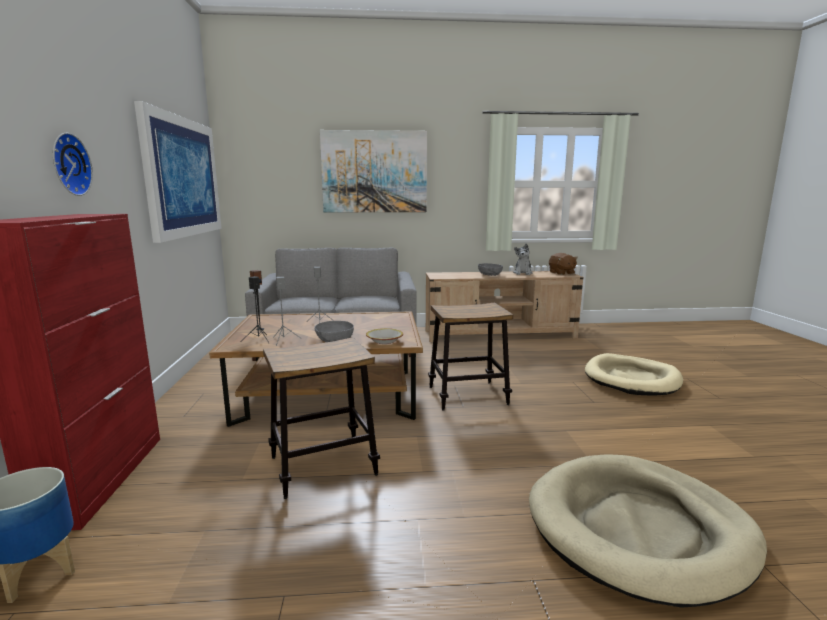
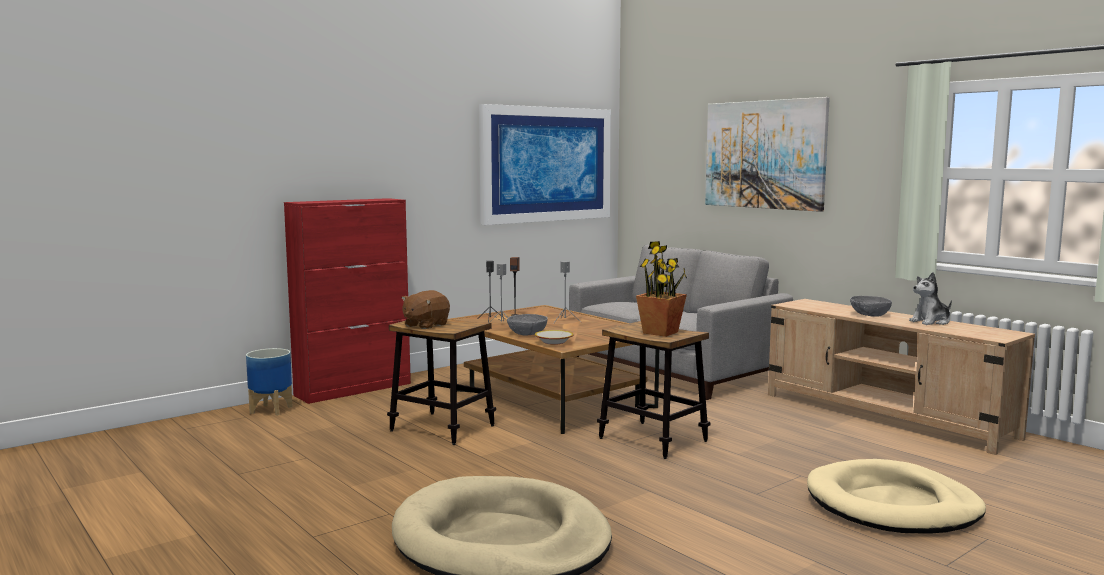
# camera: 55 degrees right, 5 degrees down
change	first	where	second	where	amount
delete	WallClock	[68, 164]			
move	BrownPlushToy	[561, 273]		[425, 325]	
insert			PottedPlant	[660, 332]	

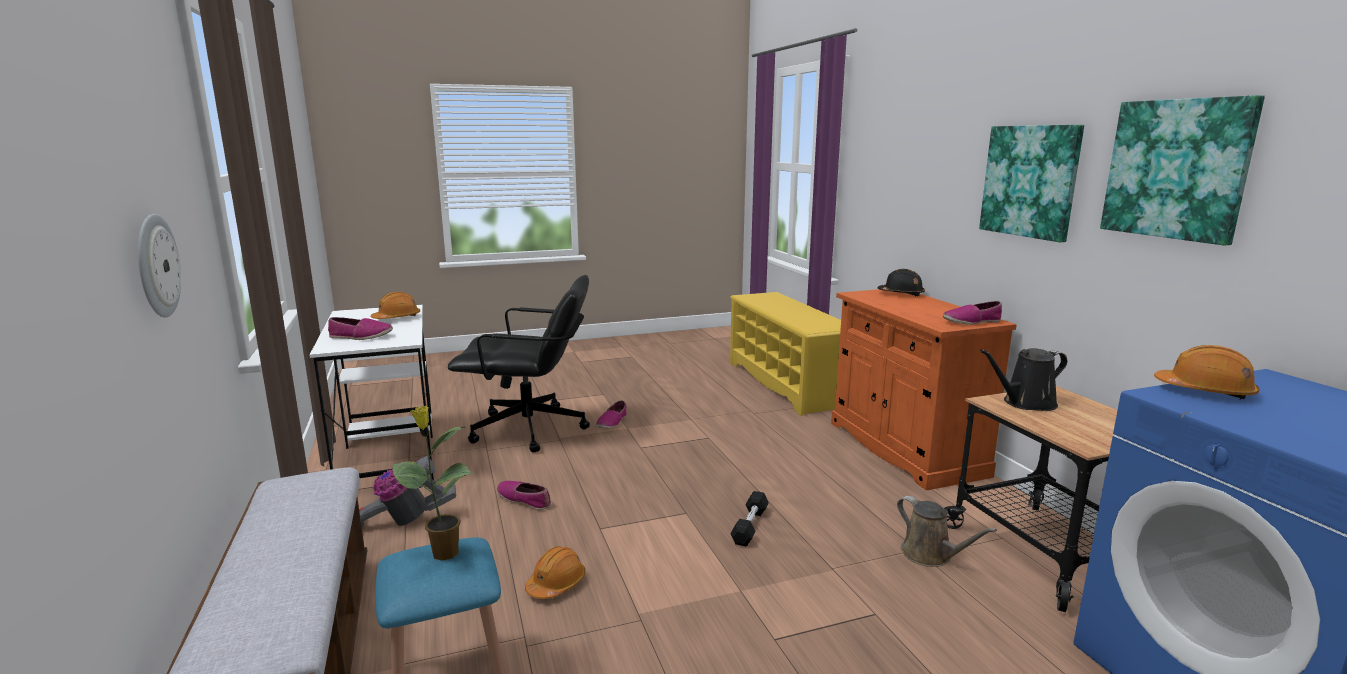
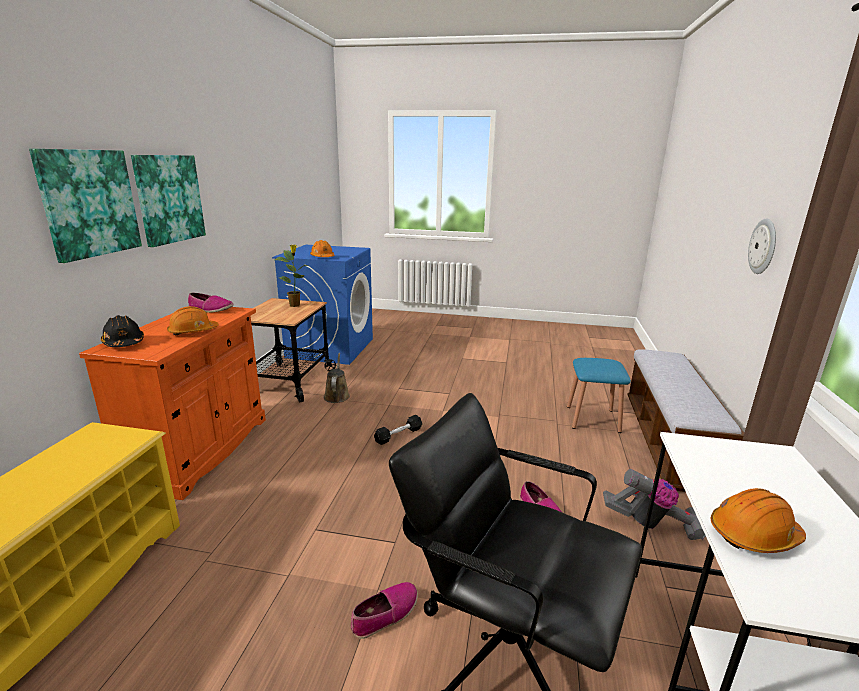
# camera: 150 degrees left, 5 degrees up
change	first	where	second	where	amount
delete	Shoe	[361, 336]			
move	PottedPlant	[443, 553]		[295, 305]	
move	OrangeHardHat	[556, 584]		[193, 332]	
delete	BlackWateringCan	[1025, 403]			
move	Picture	[1177, 169]		[89, 203]	

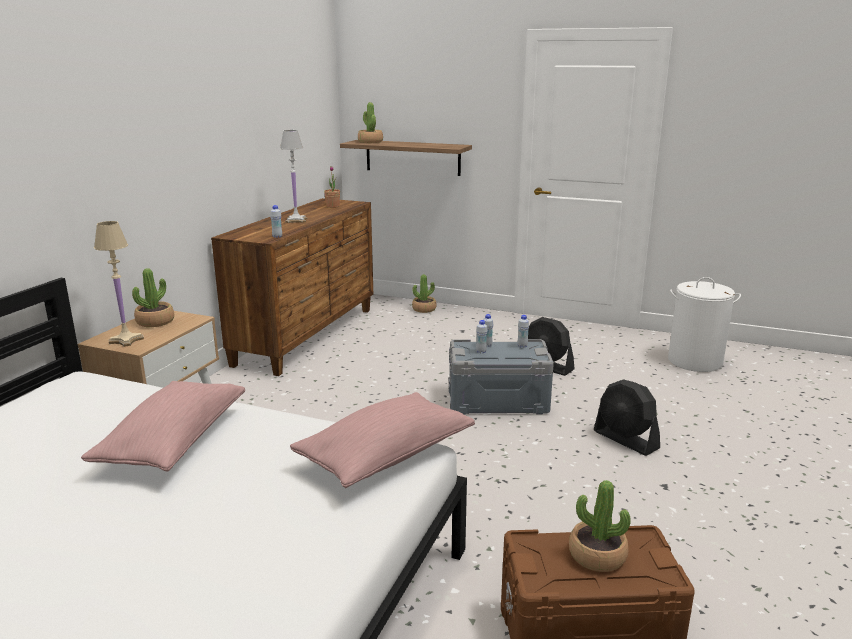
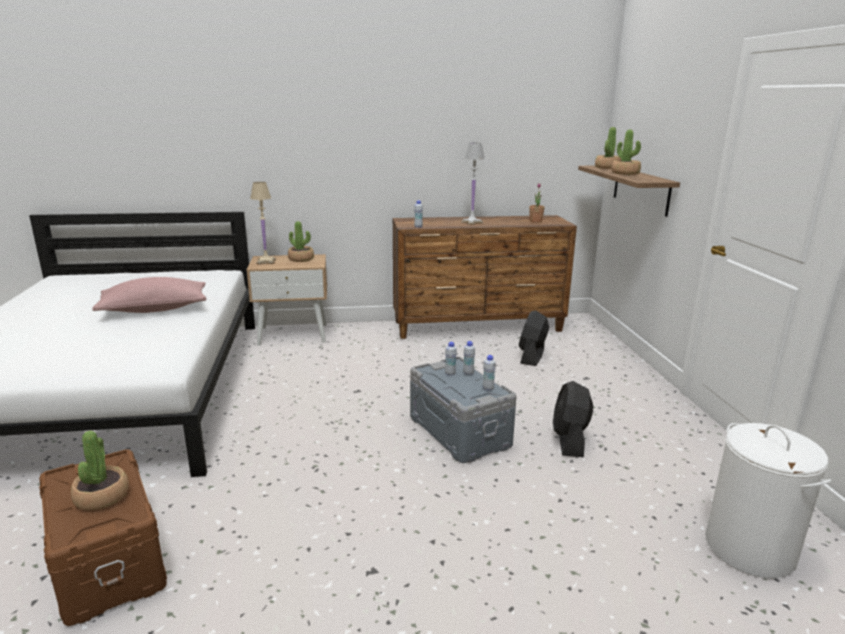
# camera: 60 degrees right, 0 degrees up
change	first	where	second	where	amount
delete	PinkPillow	[385, 456]			
move	PottedPlant	[424, 309]		[625, 173]	
move	BlackFan	[626, 440]		[532, 356]	

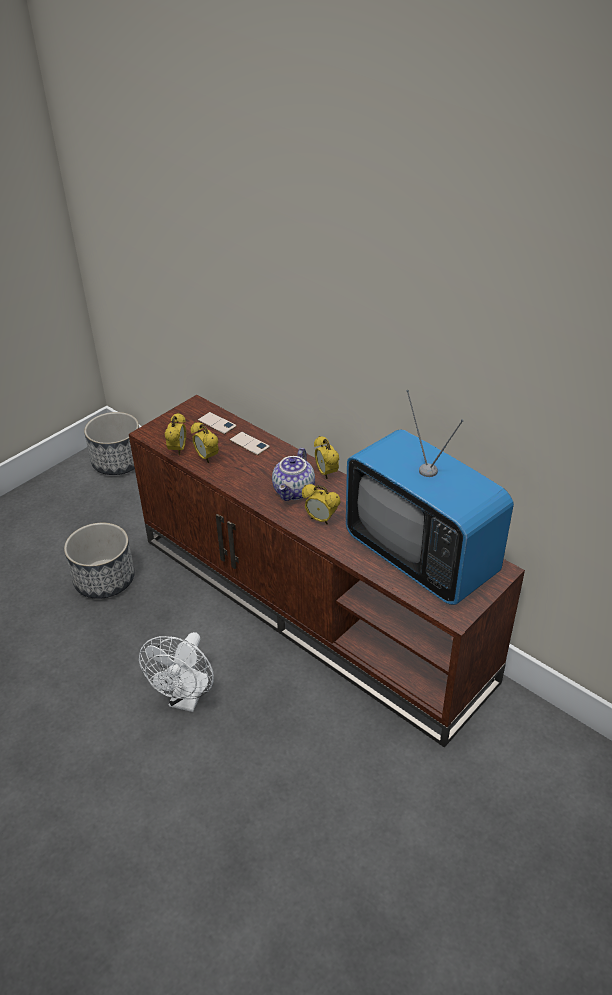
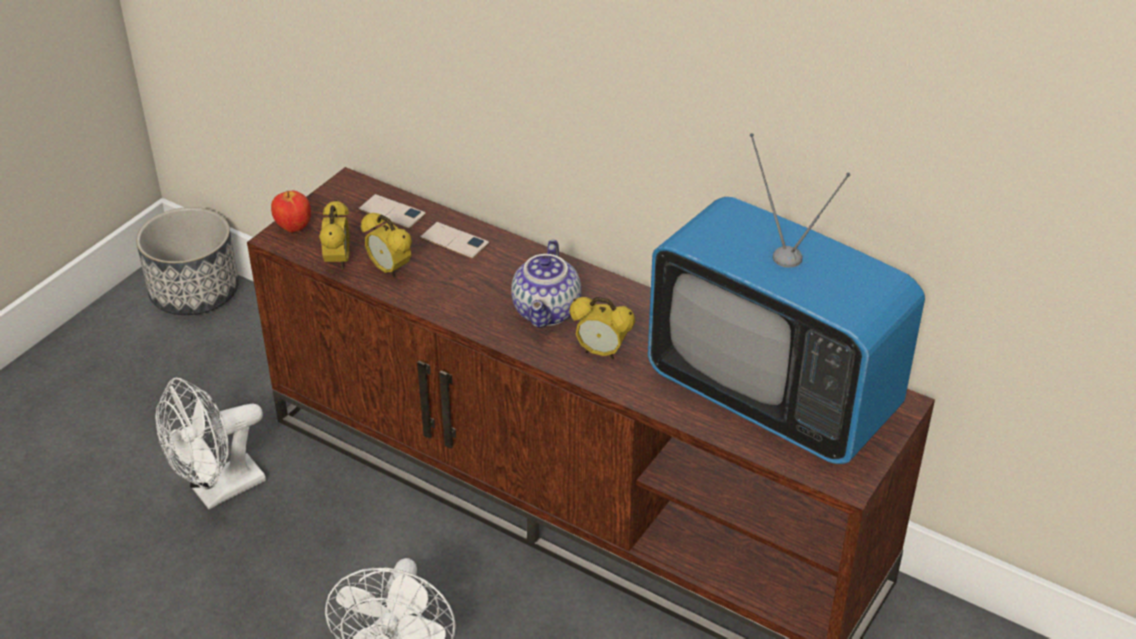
# camera: 10 degrees left, 0 degrees up
change	first	where	second	where	amount
replace	Planter	[105, 579]	WhiteFan	[218, 491]	
delete	AlarmClock	[326, 473]			
insert			Apple	[293, 228]	

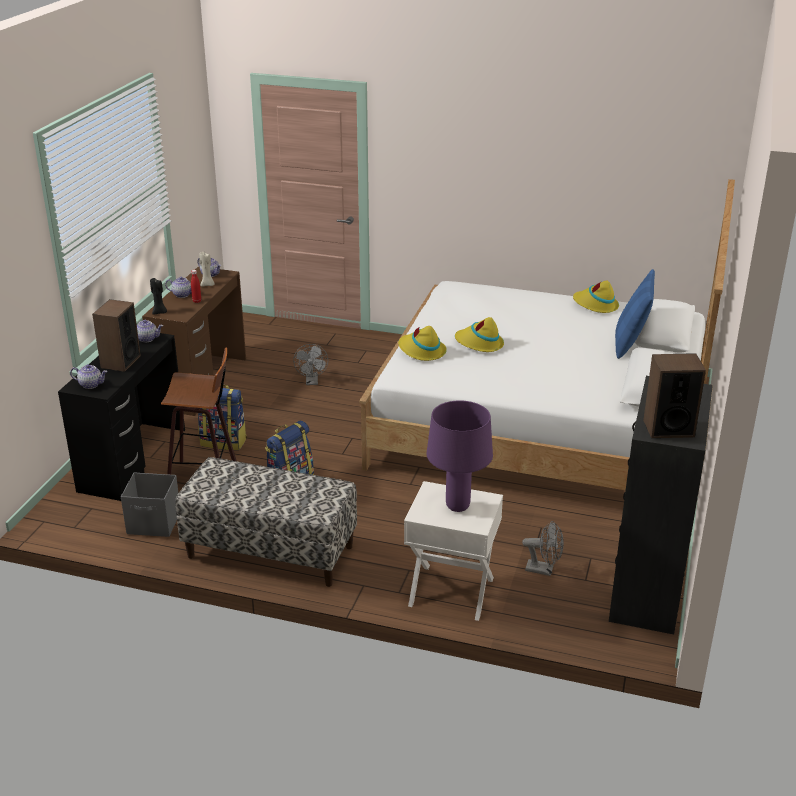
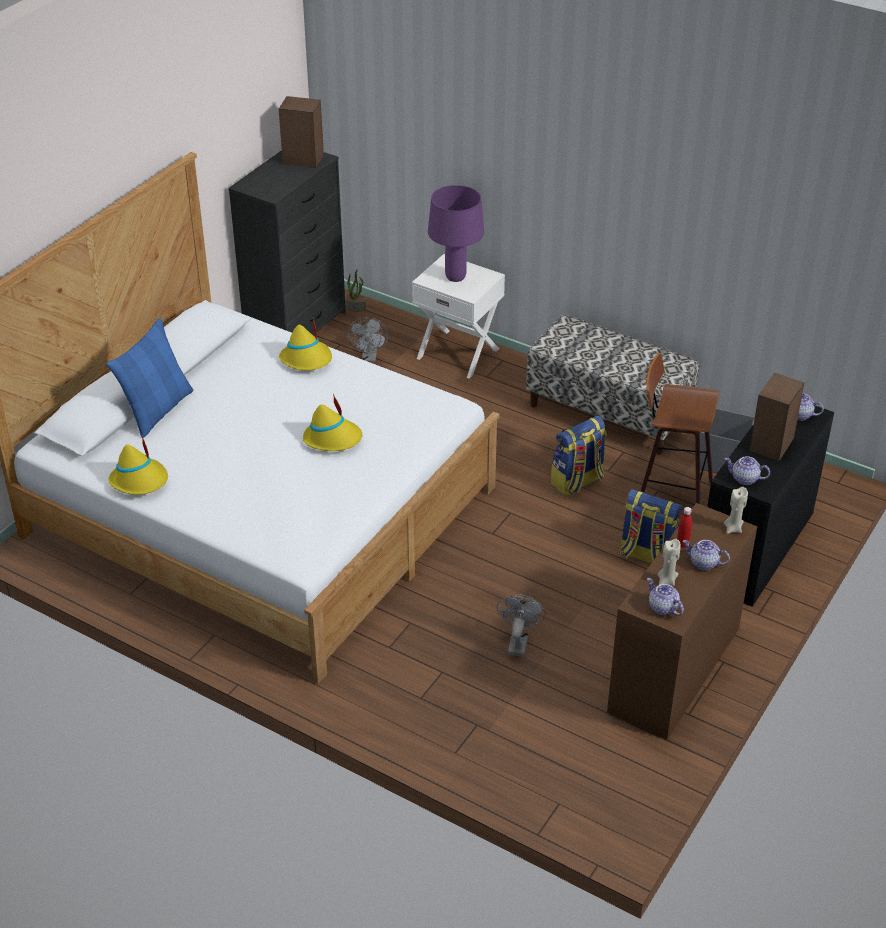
# camera: 165 degrees left, 10 degrees up
change	first	where	second	where	amount
recolor	BlackCandle	[160, 312]	BeigeCandle	[733, 528]	
move	YellowHat	[421, 351]		[307, 359]	
rotate	GreyFan	[544, 570]		[369, 357]	120 degrees counterclockwise
insert			PottedPlant	[355, 307]	

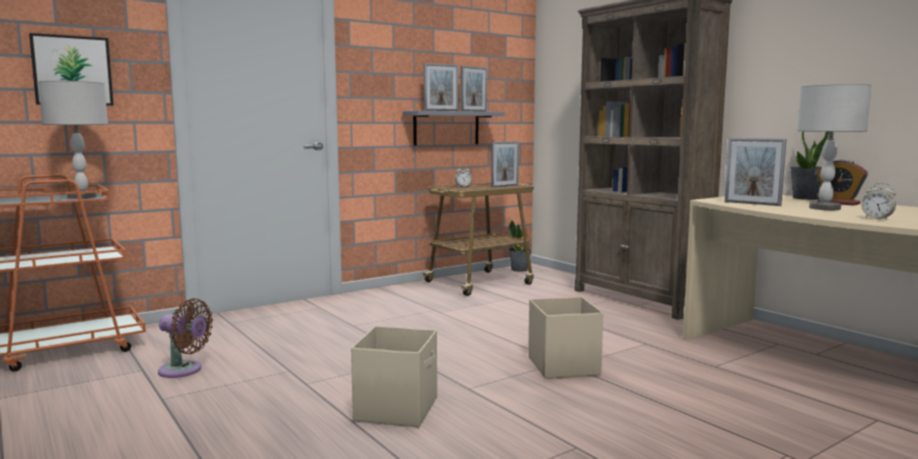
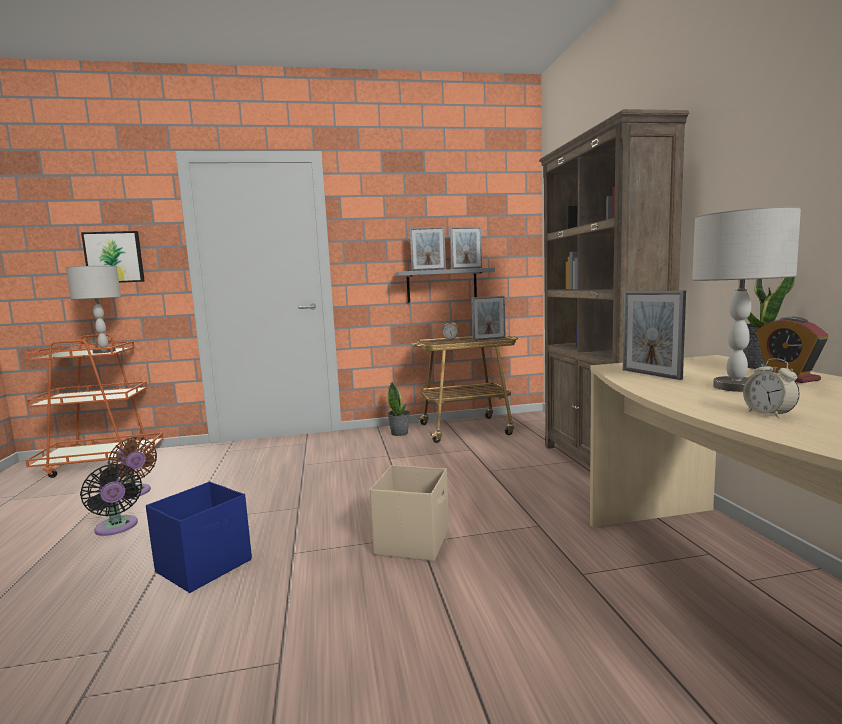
# camera: 25 degrees right, 0 degrees up
change	first	where	second	where	amount
recolor	BeigeStorageBox	[397, 409]	BlueStorageBox	[205, 566]	
move	PottedPlant	[519, 270]		[399, 433]	
insert			BlackFan	[117, 528]	

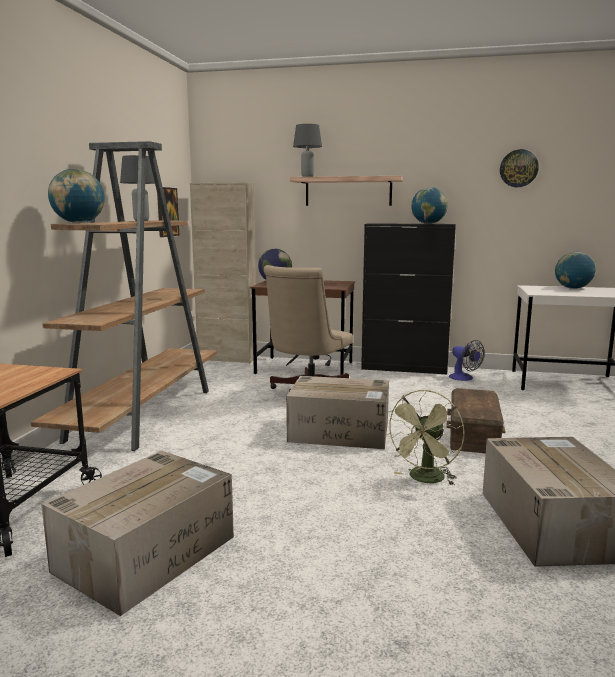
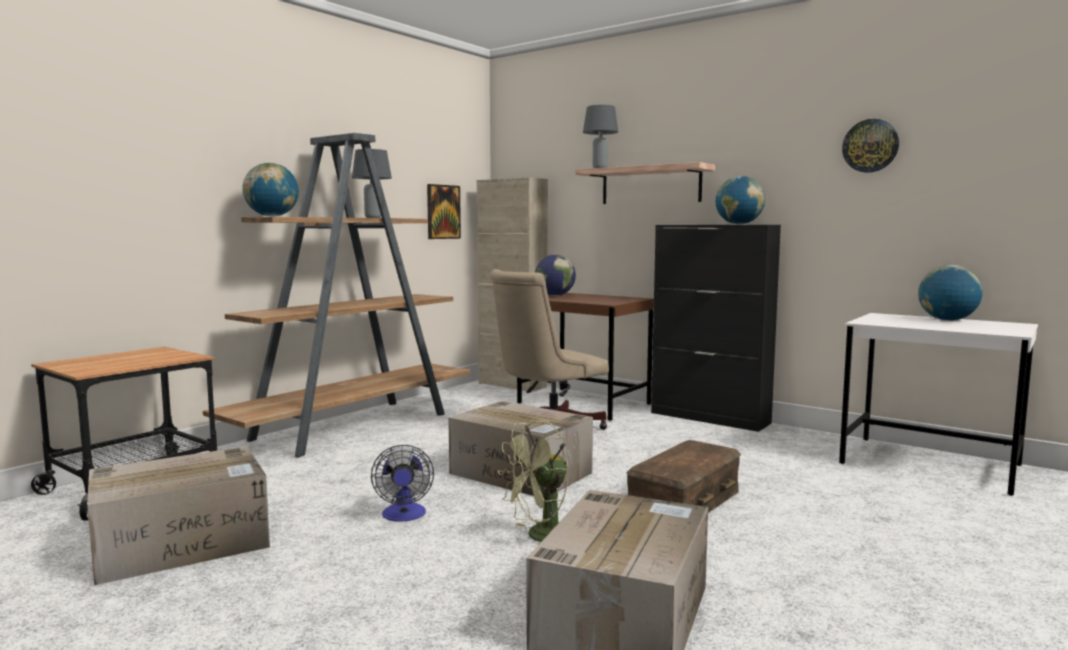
# camera: 25 degrees right, 5 degrees down
change	first	where	second	where	amount
move	Fan	[464, 378]		[404, 516]	

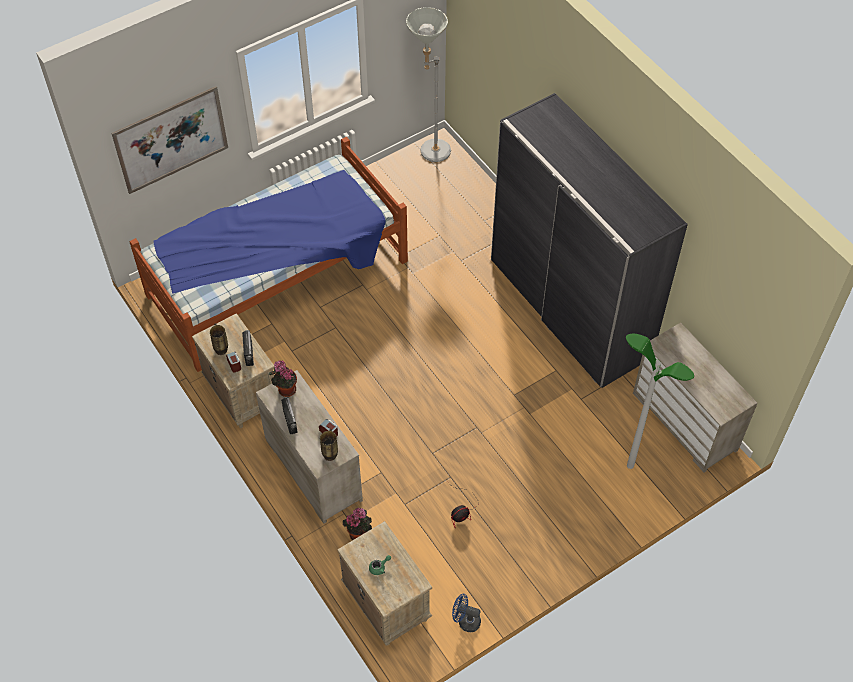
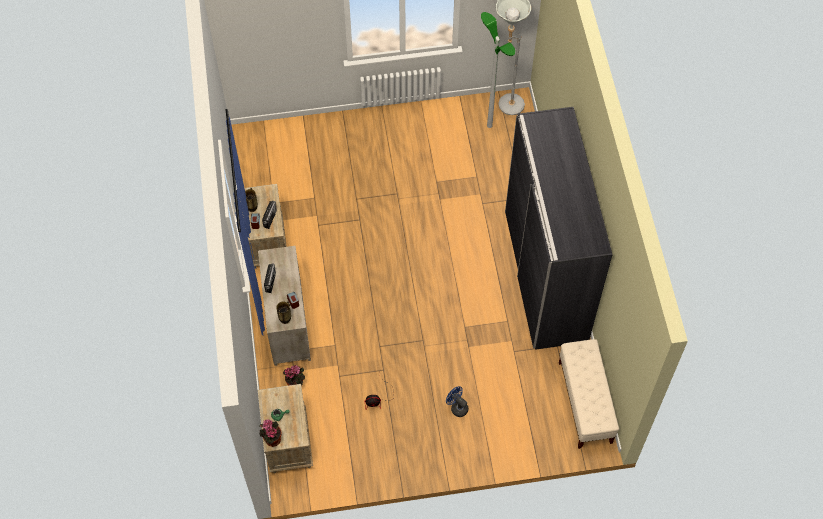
# camera: 25 degrees right, 5 degrees up
change	first	where	second	where	amount
delete	Picture	[171, 140]			
delete	Bed	[278, 279]			
move	PottedPlant	[285, 389]		[272, 439]	
move	BlueFan	[465, 621]		[457, 407]	
move	FloorLamp	[630, 465]		[489, 125]	
replace	BeigeDresser	[685, 421]	BeigeBench	[585, 403]	

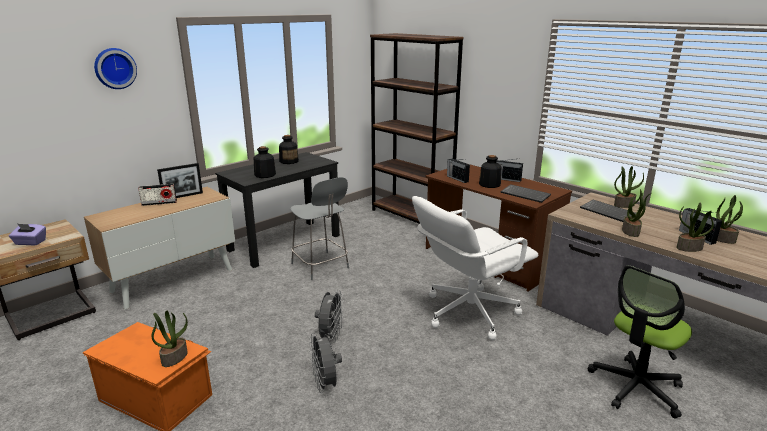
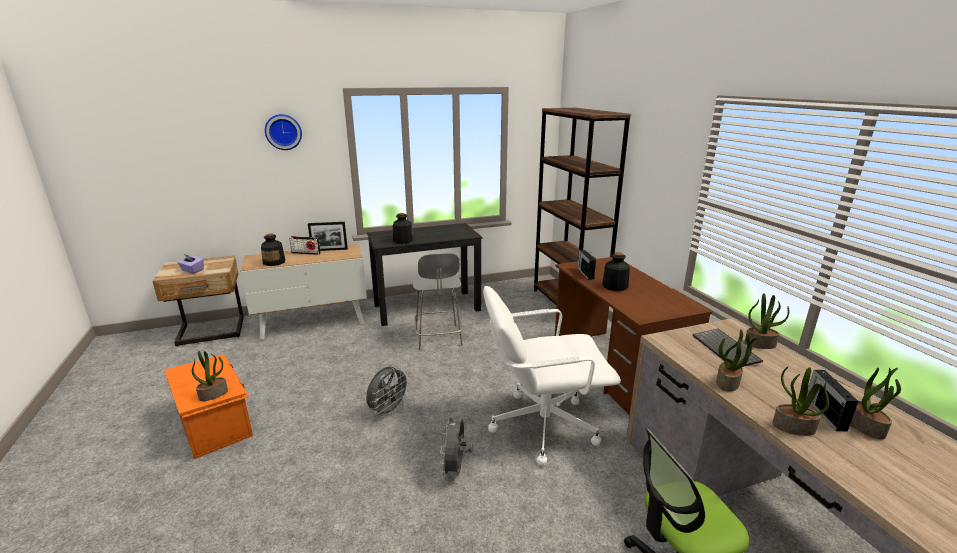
# camera: 25 degrees right, 0 degrees up
change	first	where	second	where	amount
move	Bottle	[289, 161]		[274, 262]	
move	GreyFan	[326, 384]		[455, 469]	
delete	Radio	[506, 179]			
delete	Keyboard	[526, 194]			

